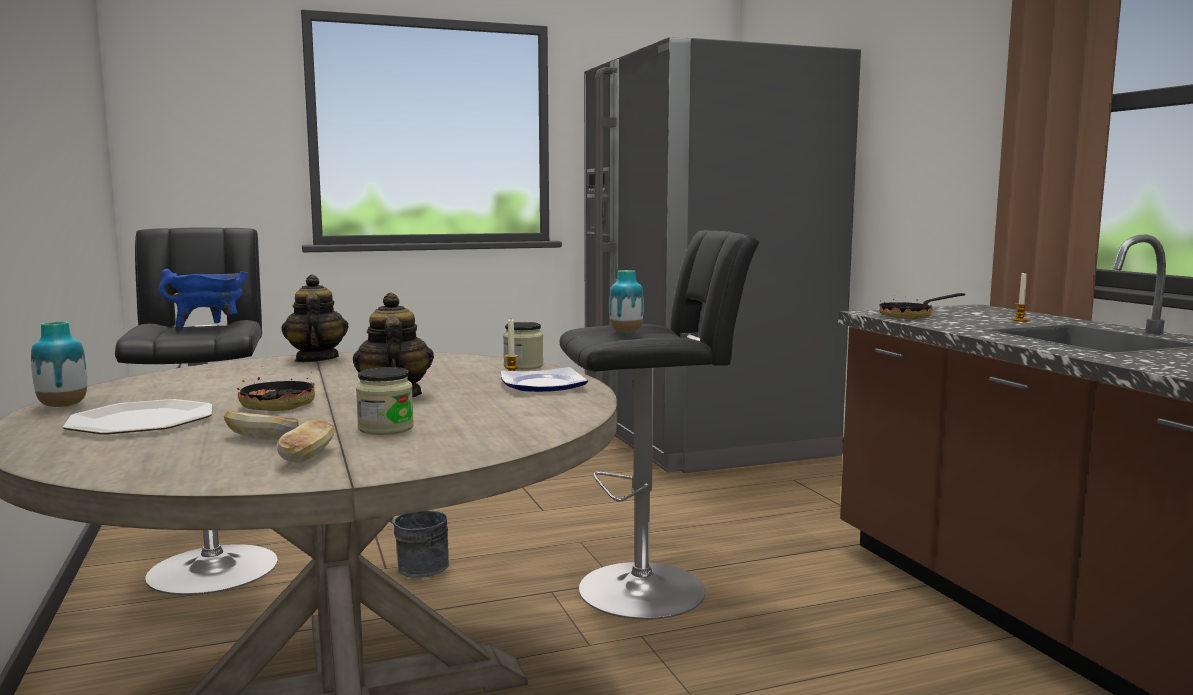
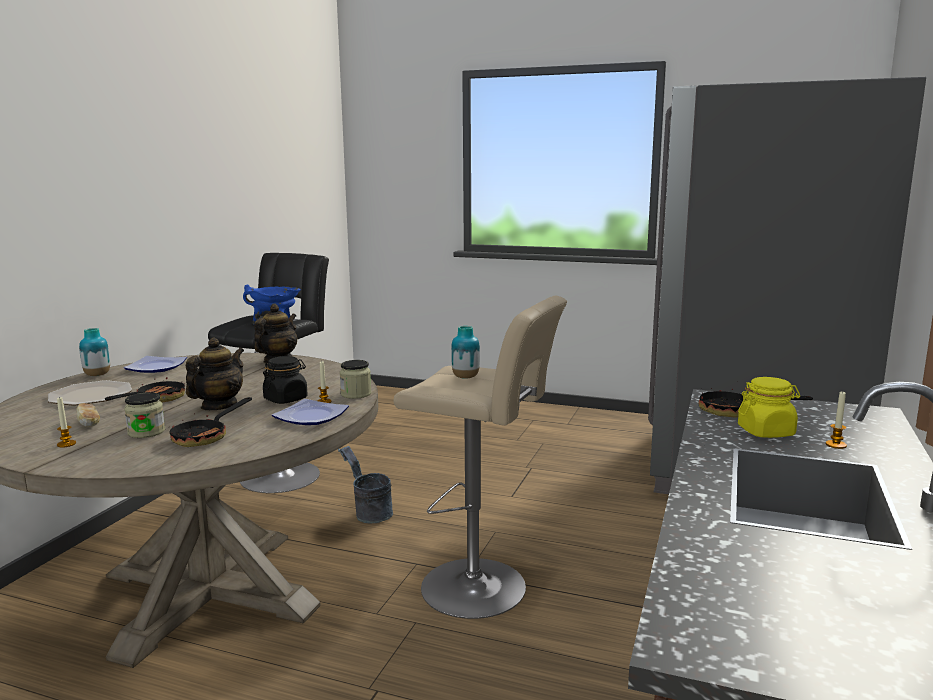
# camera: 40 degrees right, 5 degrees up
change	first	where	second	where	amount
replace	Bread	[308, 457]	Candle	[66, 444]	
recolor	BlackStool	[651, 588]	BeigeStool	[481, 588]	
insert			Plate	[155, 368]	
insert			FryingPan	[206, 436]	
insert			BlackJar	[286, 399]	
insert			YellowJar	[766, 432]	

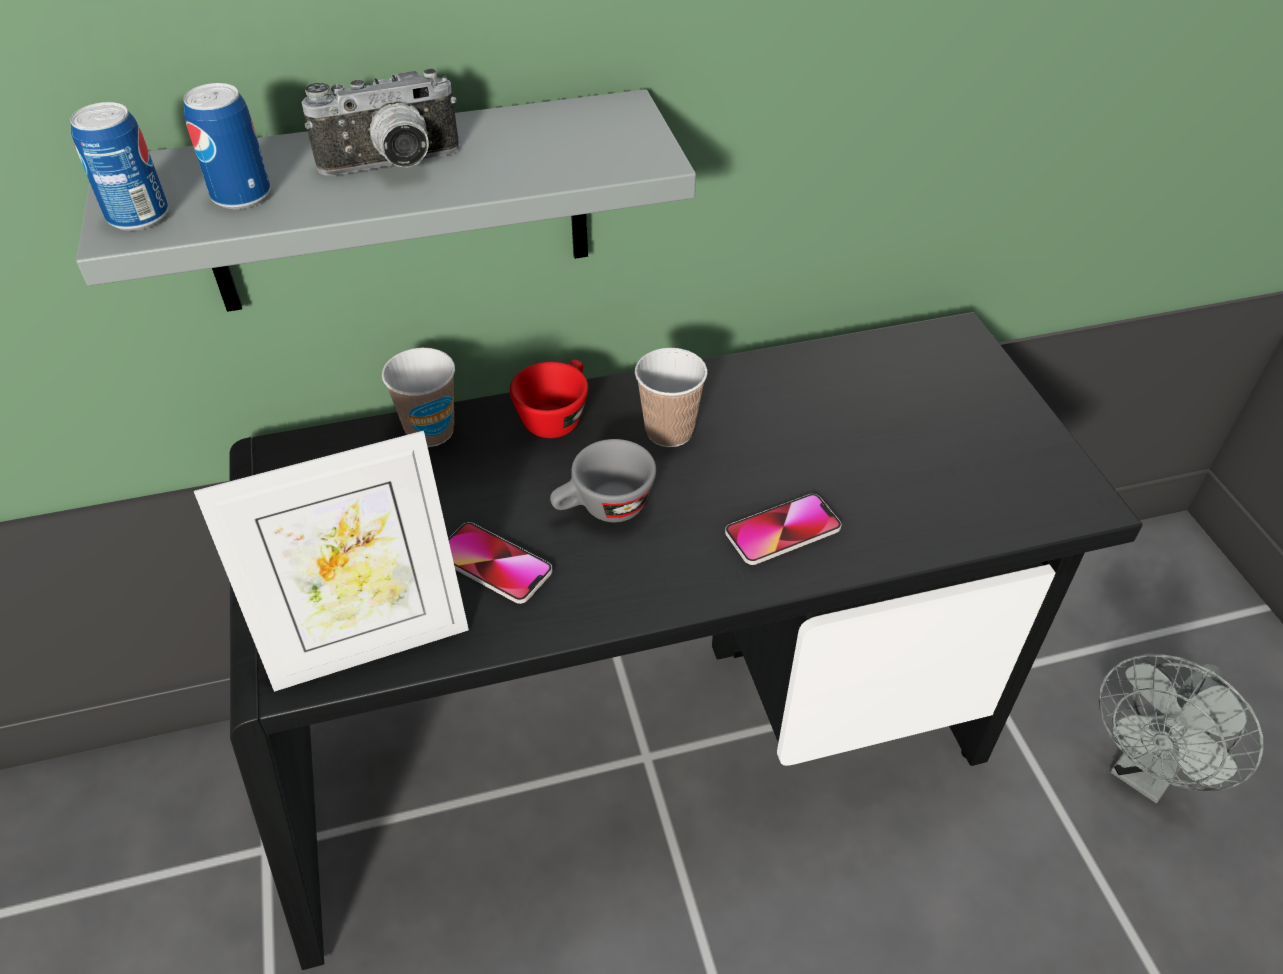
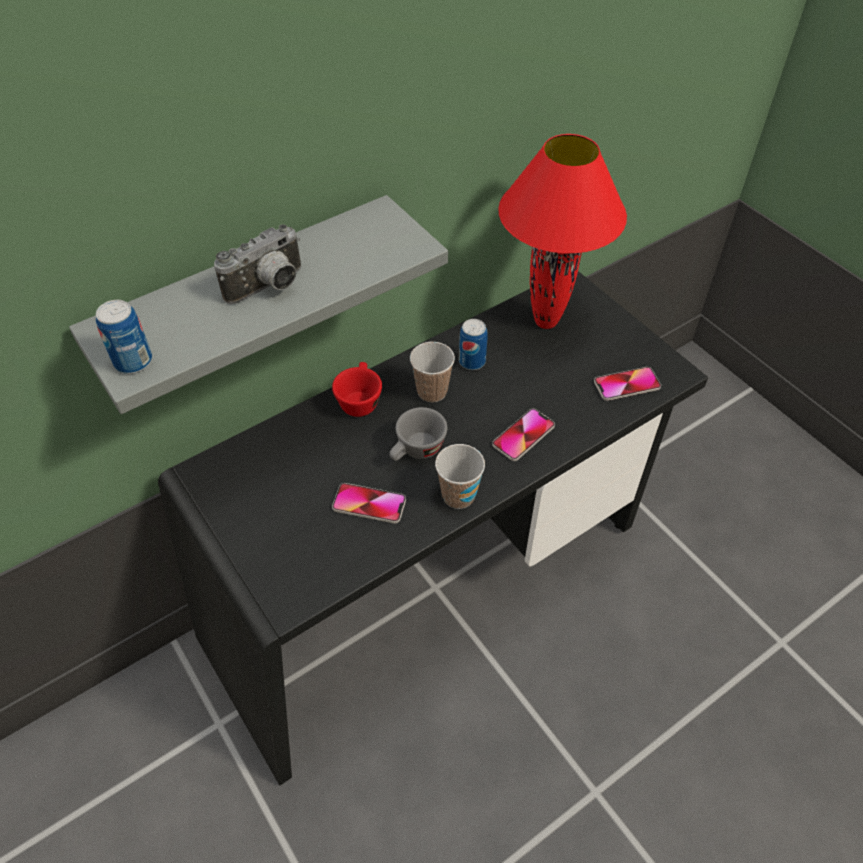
# camera: 20 degrees left, 5 degrees up
change	first	where	second	where	amount
move	Can	[241, 196]		[472, 361]	
delete	PictureFrame	[369, 644]			
move	Cup	[430, 431]		[458, 496]	
delete	GreyFan	[1145, 772]			
insert			RedTableLamp	[547, 321]	
insert			Phone	[627, 385]	

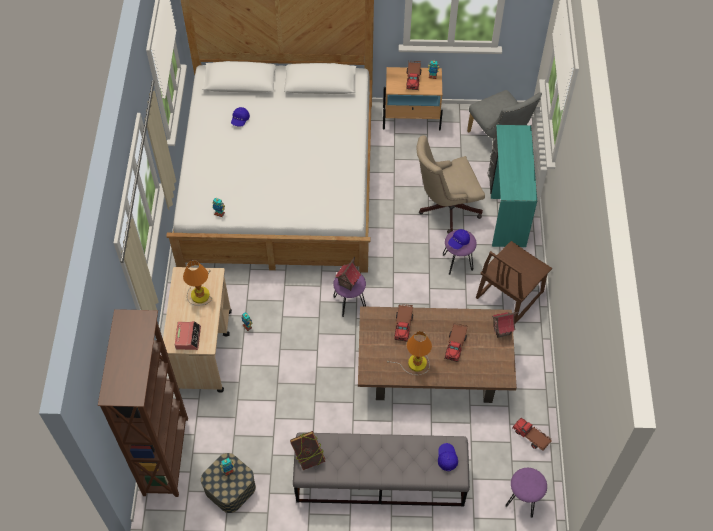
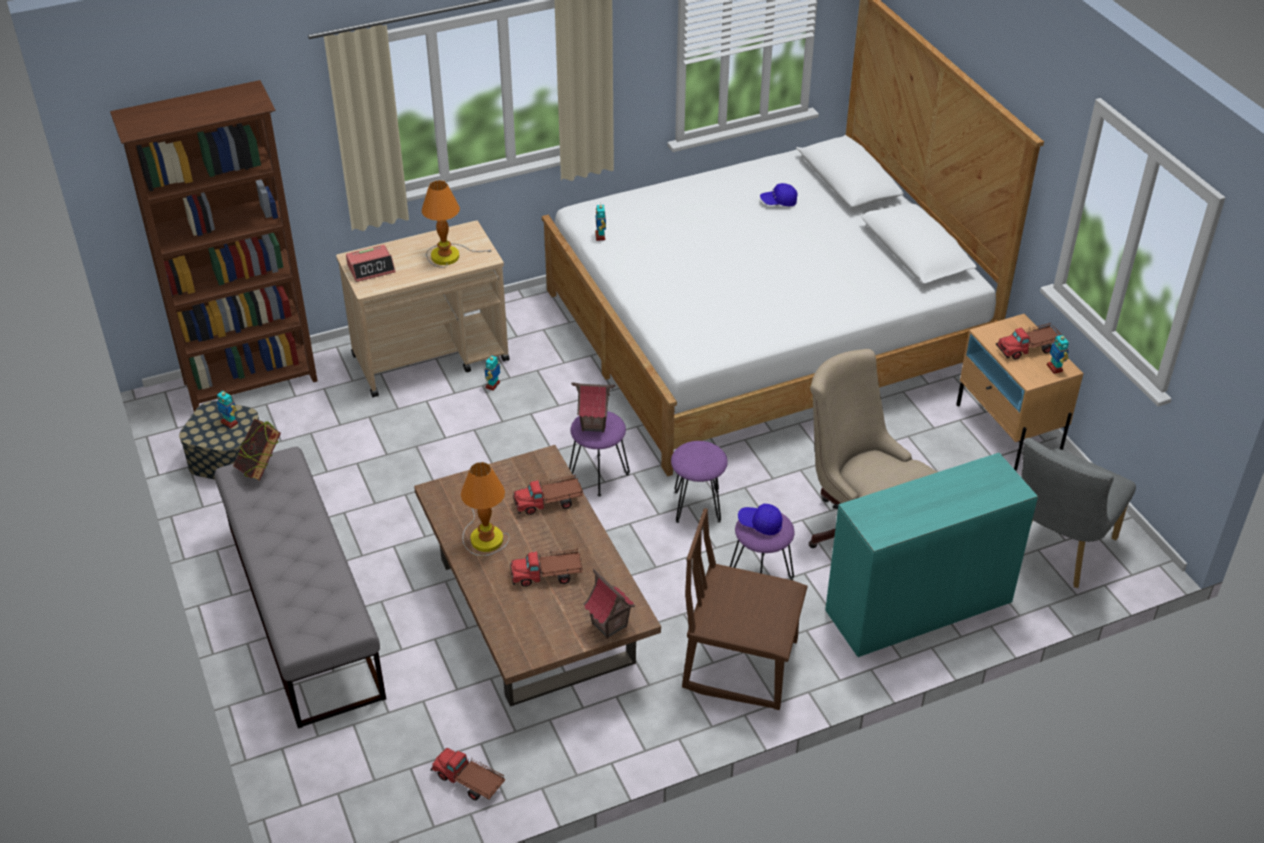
# camera: 65 degrees right, 15 degrees down
change	first	where	second	where	amount
delete	BlueCap	[447, 458]			
move	PurpleStool	[523, 499]		[696, 506]	
rotate	ToyTruck	[531, 437]		[469, 781]	75 degrees counterclockwise

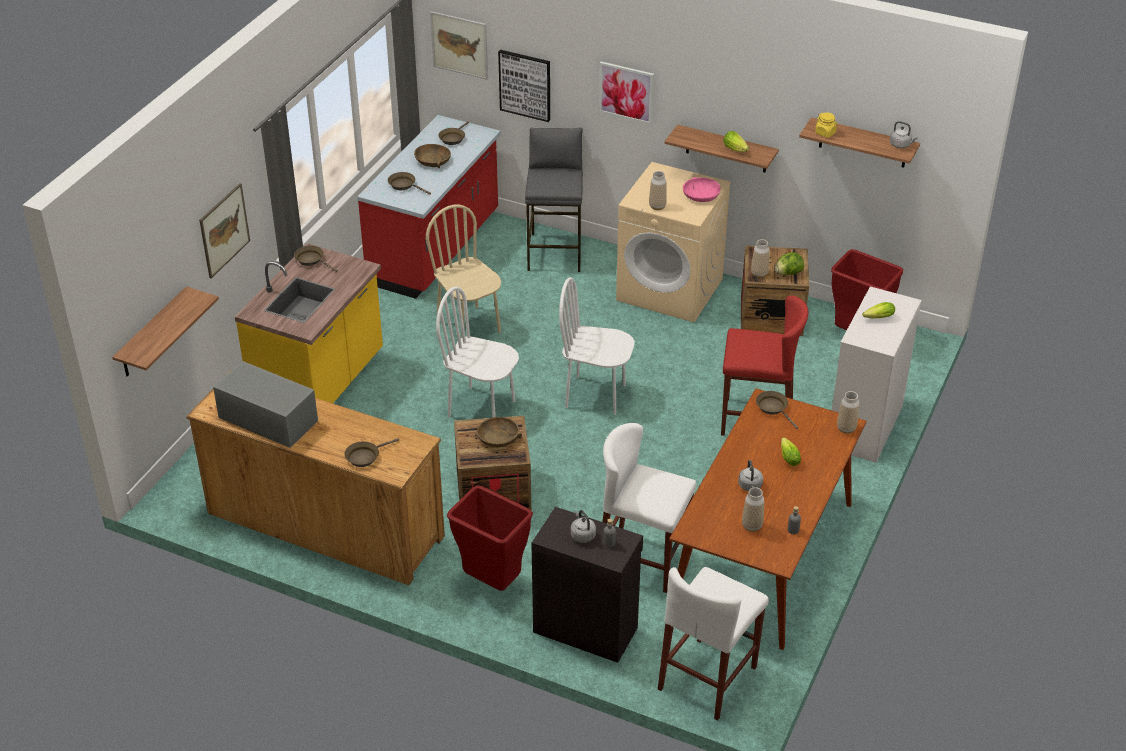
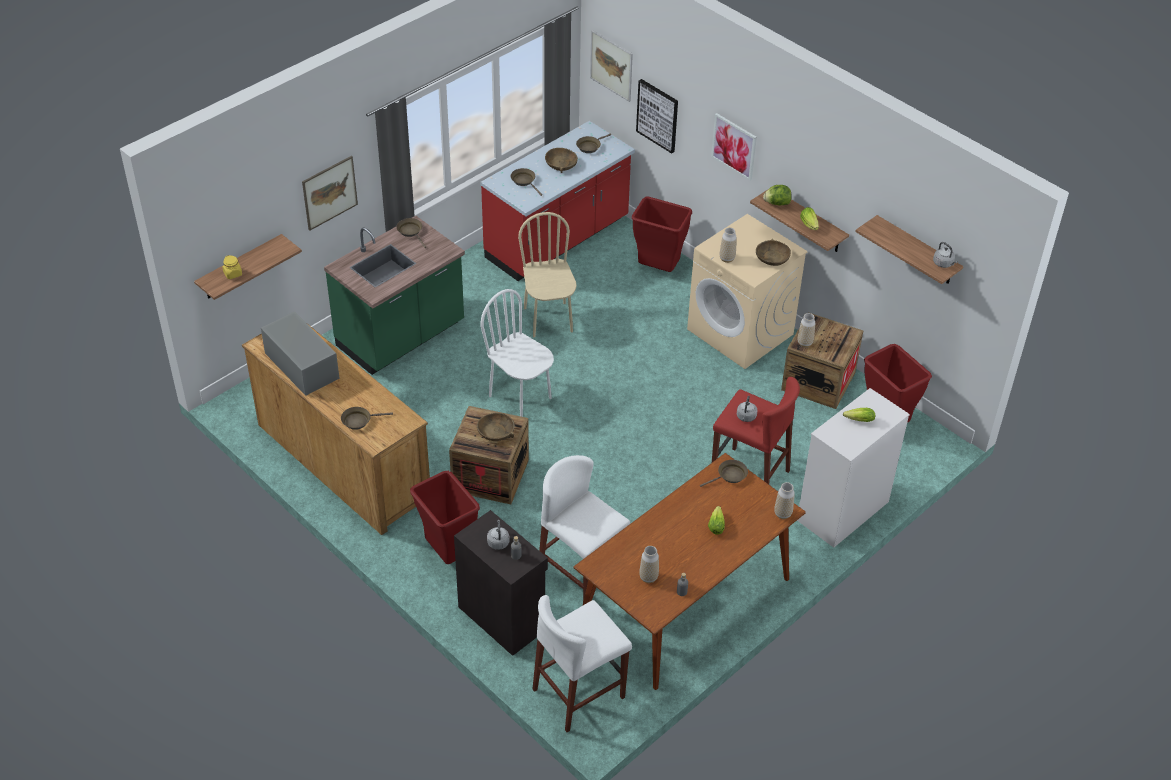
# camera: 20 degrees right, 5 degrees up
change	first	where	second	where	amount
recolor	YellowCounter	[320, 383]	GreenCounter	[401, 337]	
replace	GreyStool	[555, 252]	RedTrashCan	[659, 269]	
delete	WhiteChair	[595, 395]			
recolor	PinkBowl	[700, 195]	BrownBowl	[772, 257]	
move	GreyKettle	[750, 486]		[746, 417]	
rotate	BrownFryingPan	[773, 408]		[730, 476]	75 degrees clockwise
move	Lettuce	[788, 273]		[777, 203]	
move	YellowJar	[825, 133]		[233, 274]	

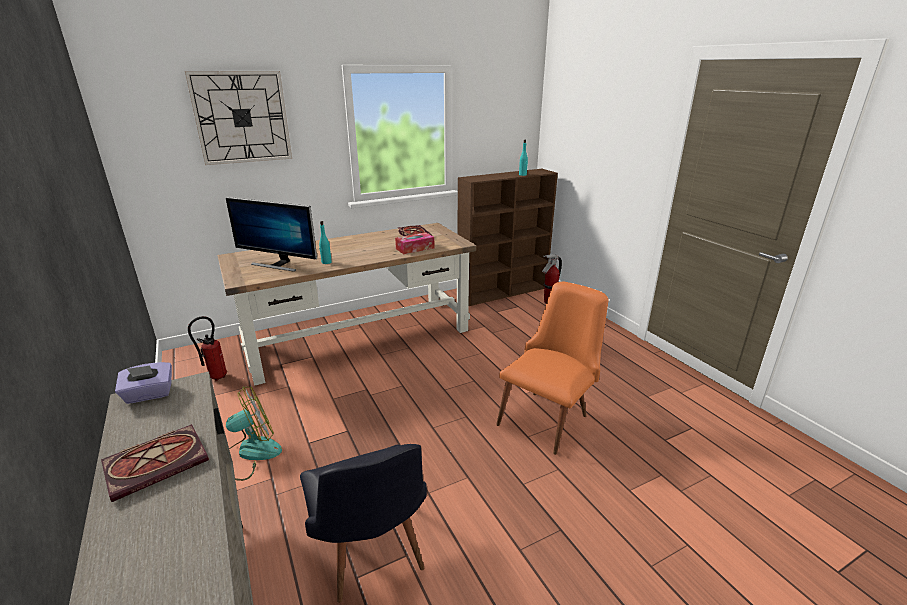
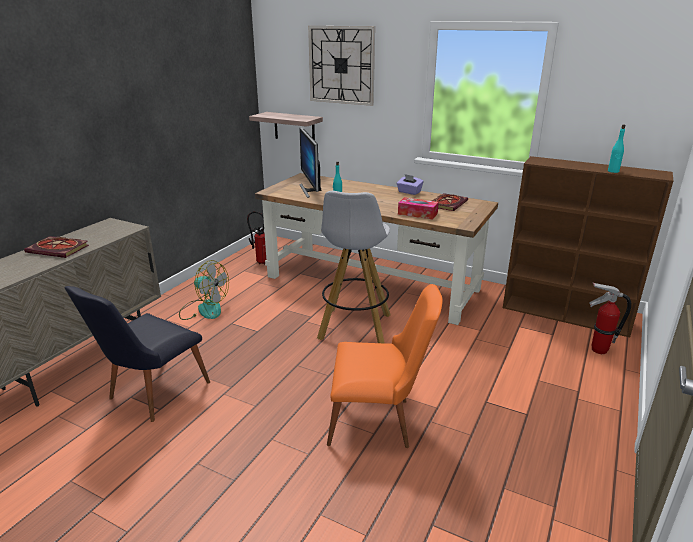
# camera: 55 degrees right, 0 degrees up
change	first	where	second	where	amount
move	PurpleTissueBox	[149, 394]		[409, 192]	
insert			Shelf	[294, 127]	
insert			WhiteStool	[354, 328]	

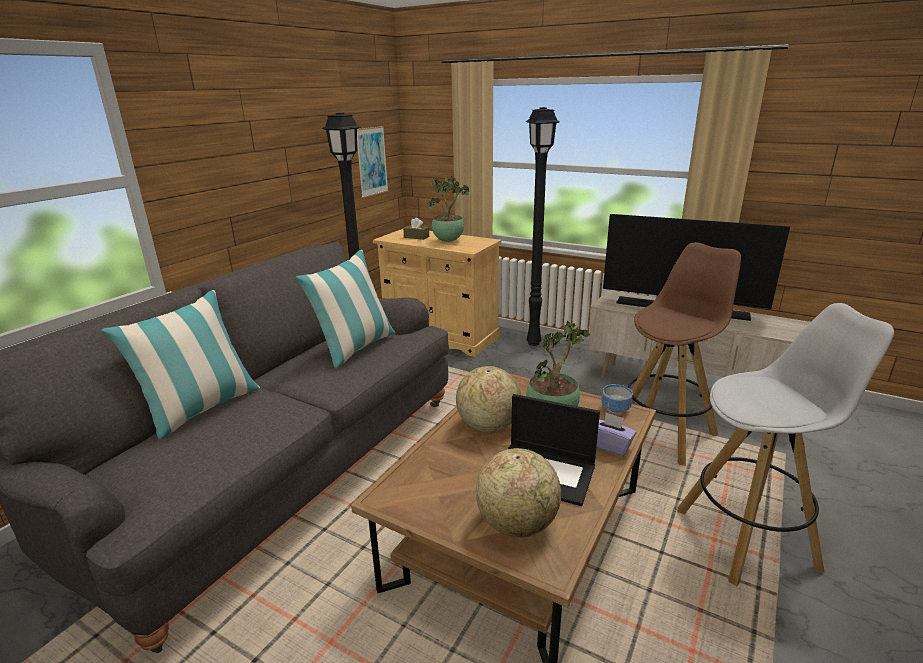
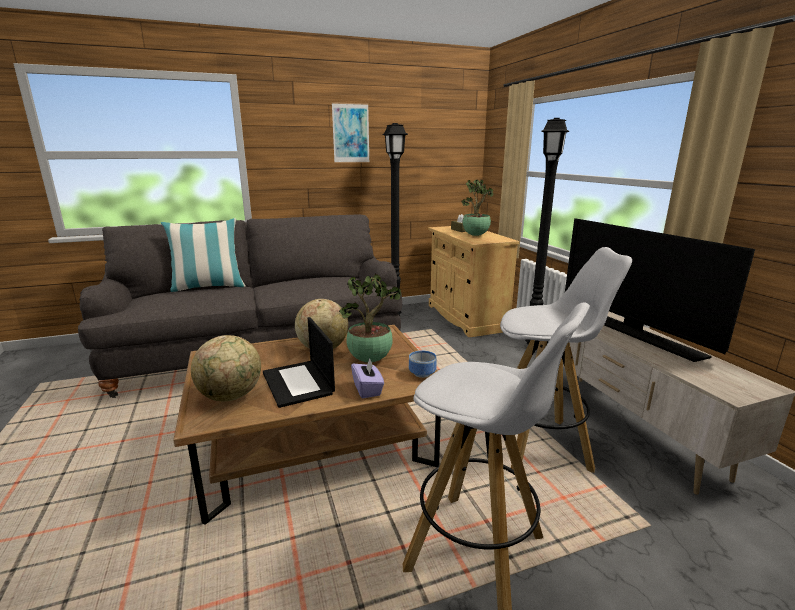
# camera: 40 degrees right, 5 degrees down
change	first	where	second	where	amount
delete	Pillow	[355, 348]			
move	Picture	[372, 161]		[351, 133]	
recolor	BrownStool	[664, 432]	WhiteStool	[541, 445]	

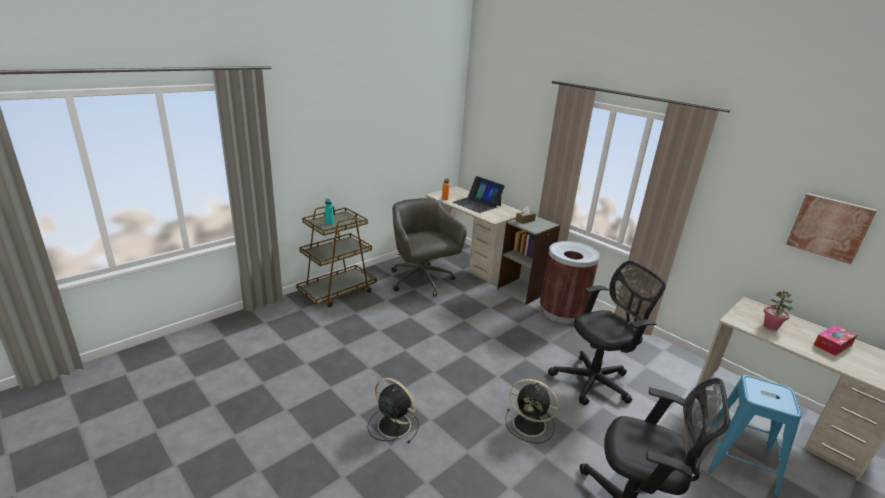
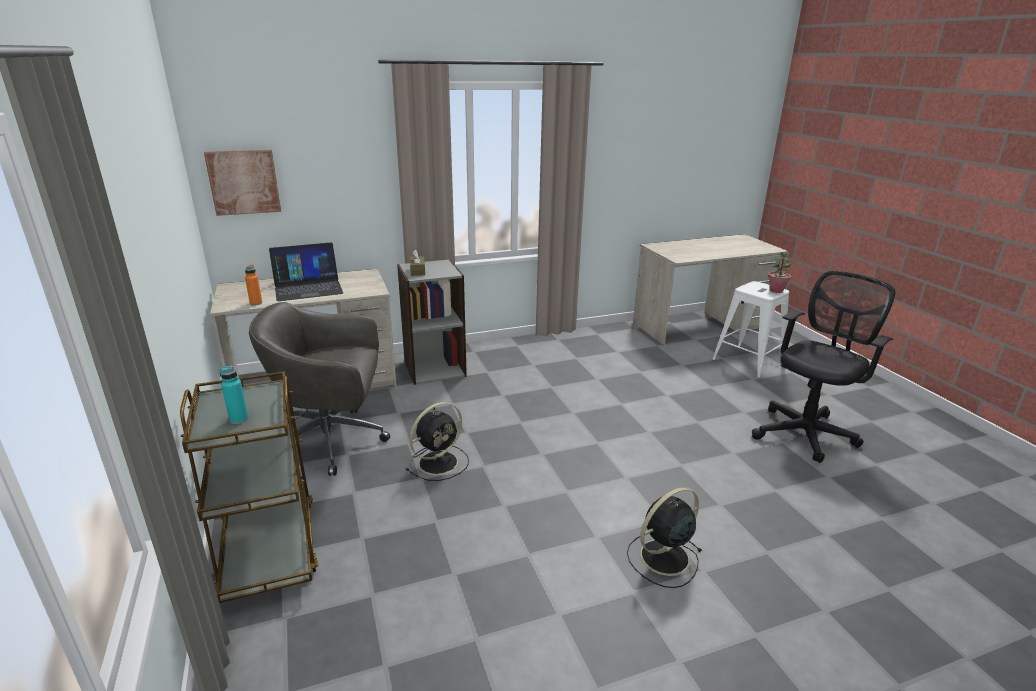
# camera: 65 degrees left, 0 degrees up
change	first	where	second	where	amount
move	BlackFan	[530, 424]		[439, 462]	
delete	BrownTrashCan	[562, 313]			
delete	BlackOfficeChair	[595, 381]			
recolor	BlueStool	[739, 462]	WhiteStool	[748, 361]	
move	PottedPlant	[771, 326]		[776, 290]	
move	Picture	[829, 227]		[244, 182]	
delete	TissueBox	[832, 345]			

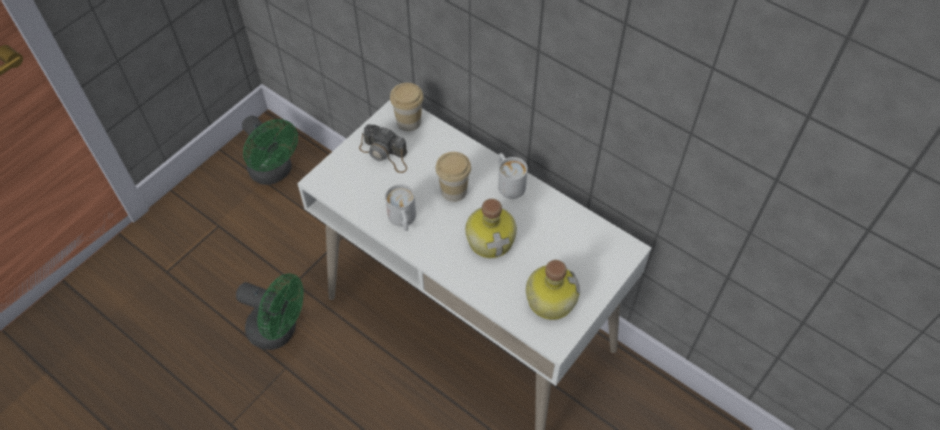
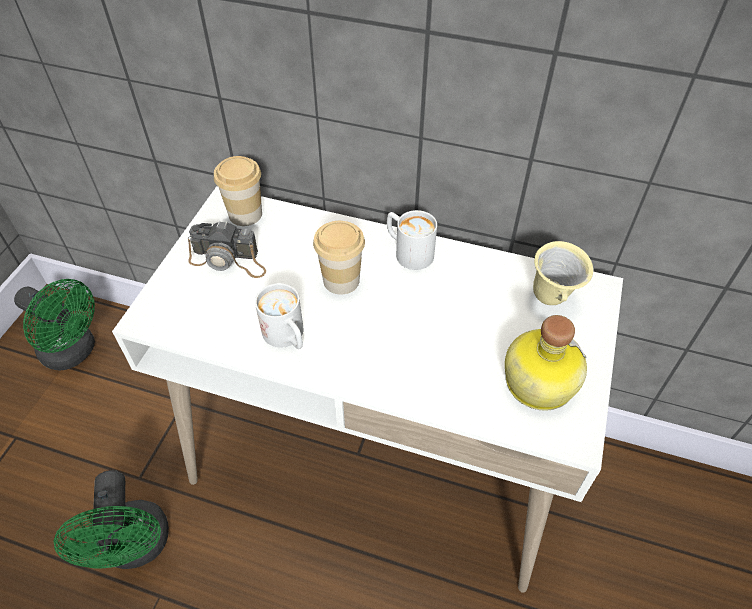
# camera: 20 degrees left, 5 degrees down
change	first	where	second	where	amount
rotate	GreenFan	[279, 331]		[136, 548]	75 degrees clockwise
delete	Bottle	[491, 239]			
insert			BeigeMug	[552, 299]	

